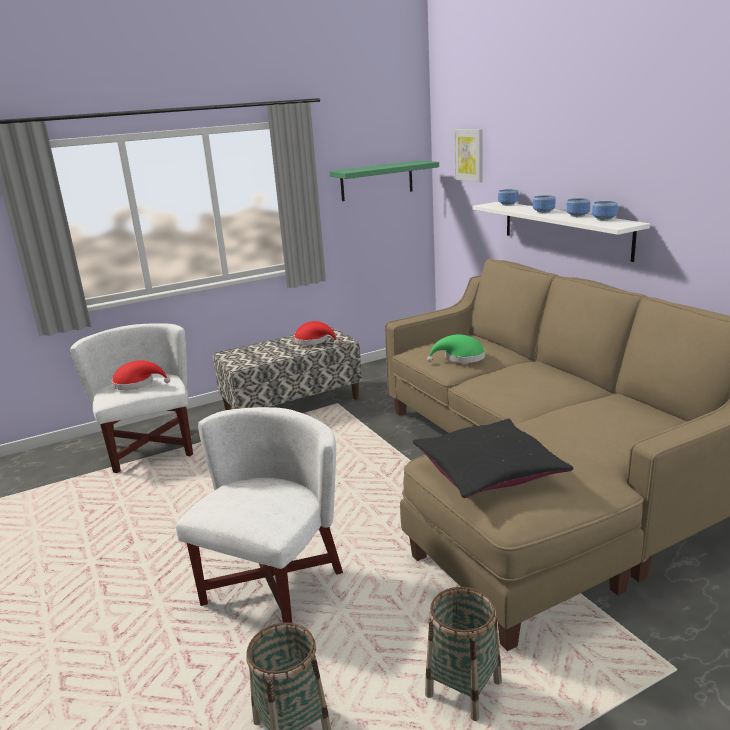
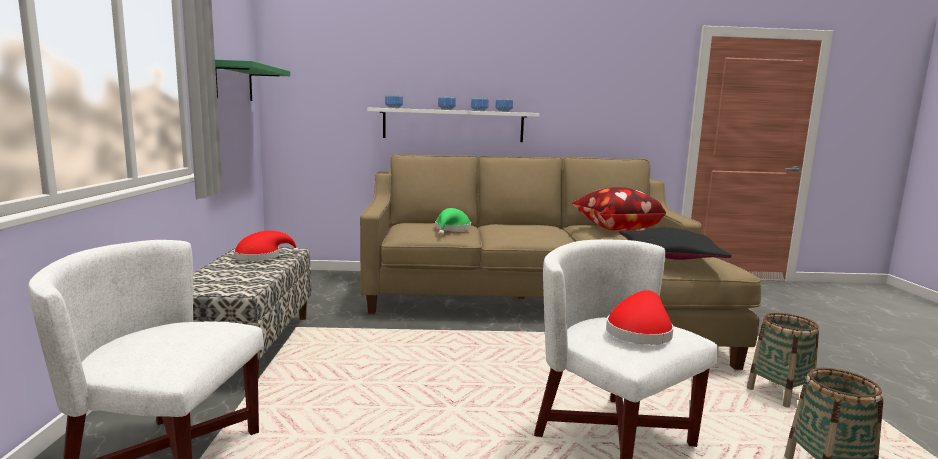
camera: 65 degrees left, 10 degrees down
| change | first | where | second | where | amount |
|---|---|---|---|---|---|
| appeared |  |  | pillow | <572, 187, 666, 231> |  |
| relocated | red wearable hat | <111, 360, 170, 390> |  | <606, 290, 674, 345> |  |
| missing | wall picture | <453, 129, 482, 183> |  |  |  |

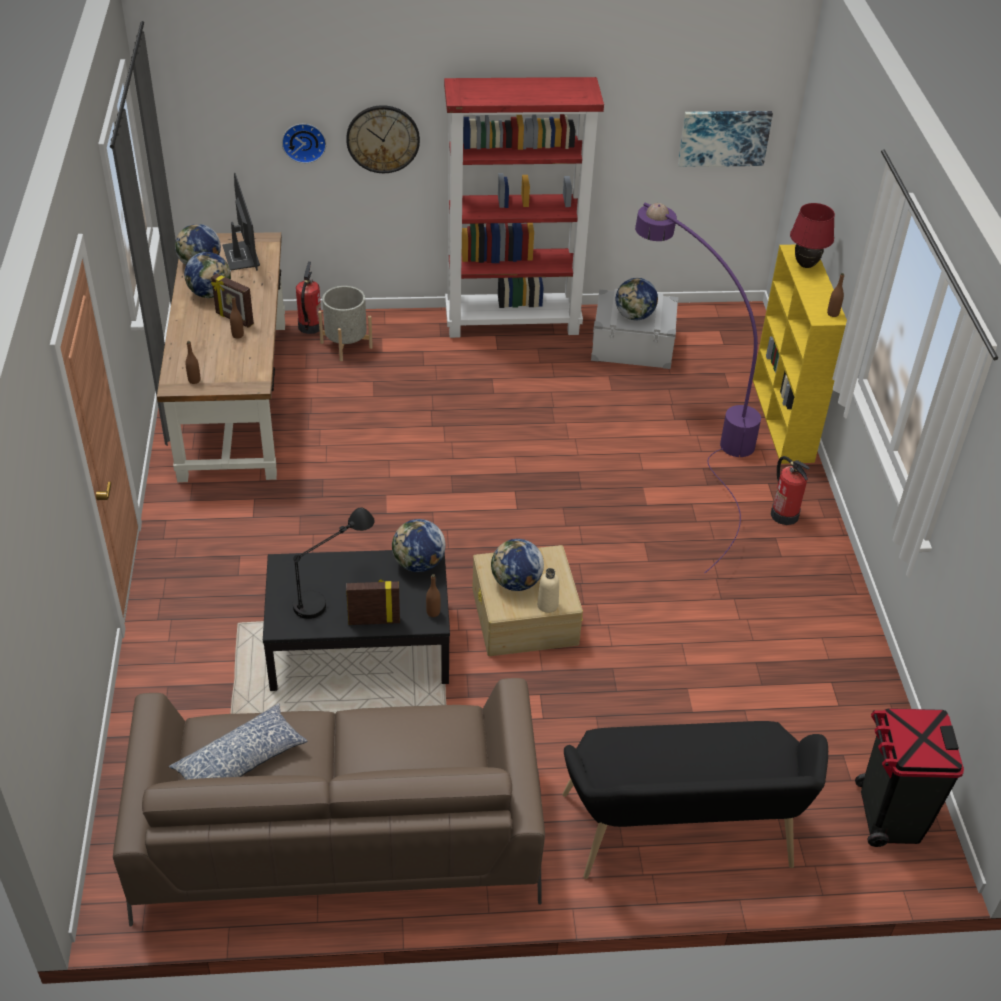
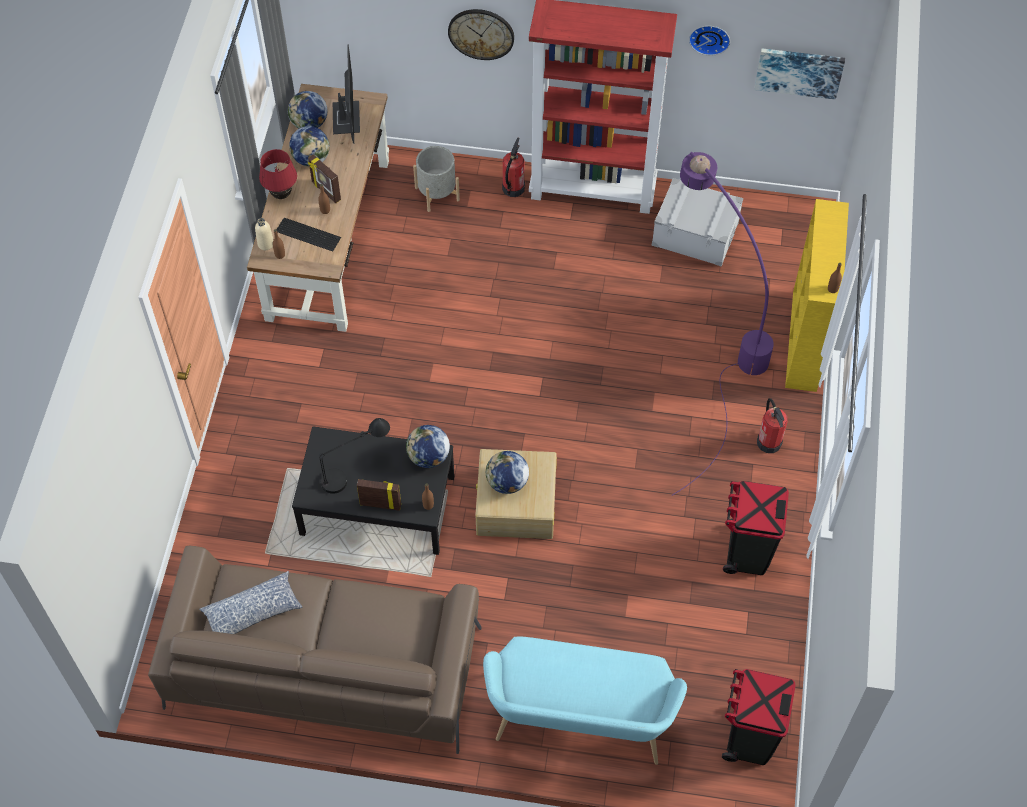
camera: 15 degrees right, 15 degrees up
| change | first | where | second | where | amount |
|---|---|---|---|---|---|
| relocated | beige beverage bottle | <537, 568, 559, 613> |  | <255, 218, 273, 250> |  |
| relocated | red table lamp | <790, 203, 835, 268> |  | <259, 149, 297, 199> |  |
| appeared |  |  | computer keyboard | <276, 218, 341, 252> |  |
| colour | black long seat | <562, 721, 828, 879> | blue-green long seat | <483, 636, 687, 765> |  |
| relocated | extinguisher | <296, 261, 323, 334> |  | <502, 138, 525, 197> |  |
| relocated | hanging clock | <282, 124, 326, 163> |  | <689, 26, 730, 56> |  |
| appeared |  |  | black rubbish bin | <723, 481, 789, 575> |  |
| missing | world globe | <615, 278, 658, 320> |  |  |  |

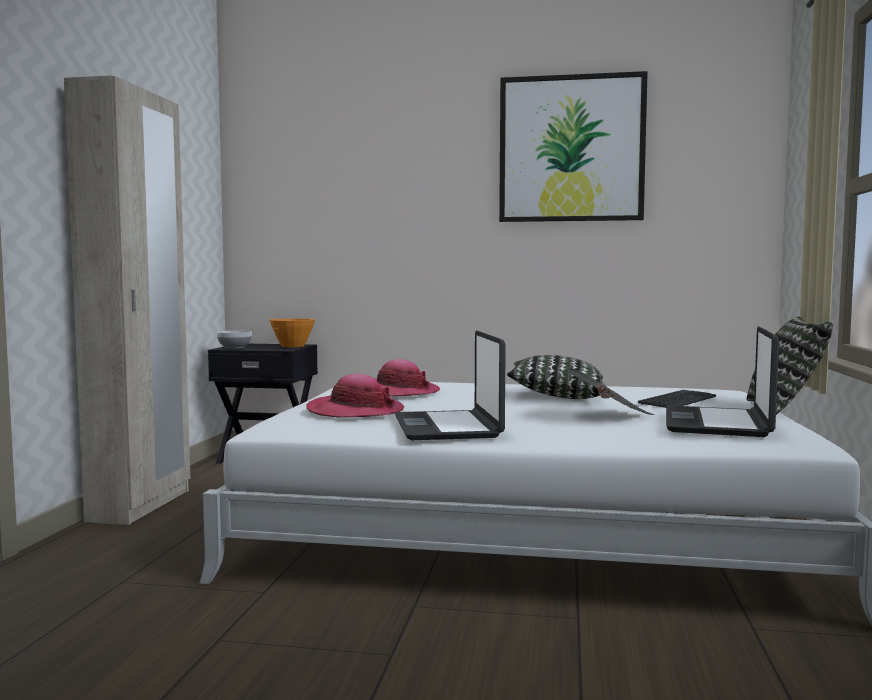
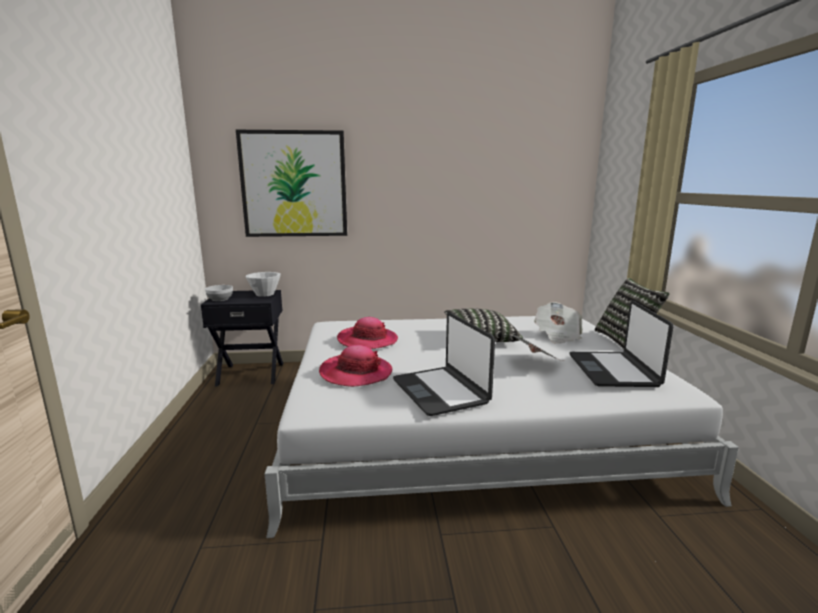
camera: 15 degrees left, 10 degrees up
| change | first | where | second | where | amount |
|---|---|---|---|---|---|
| relocated | wall picture | <499, 71, 648, 222> |  | <236, 130, 347, 237> |  |
| colour | orangey deep dish | <270, 318, 315, 347> | whitish deep dish | <245, 272, 281, 297> |  |
| exchanged | computer keyboard | <638, 390, 716, 408> | printed paper | <534, 302, 583, 344> |  |
| missing | beige armoire | <64, 76, 190, 525> |  |  |  |

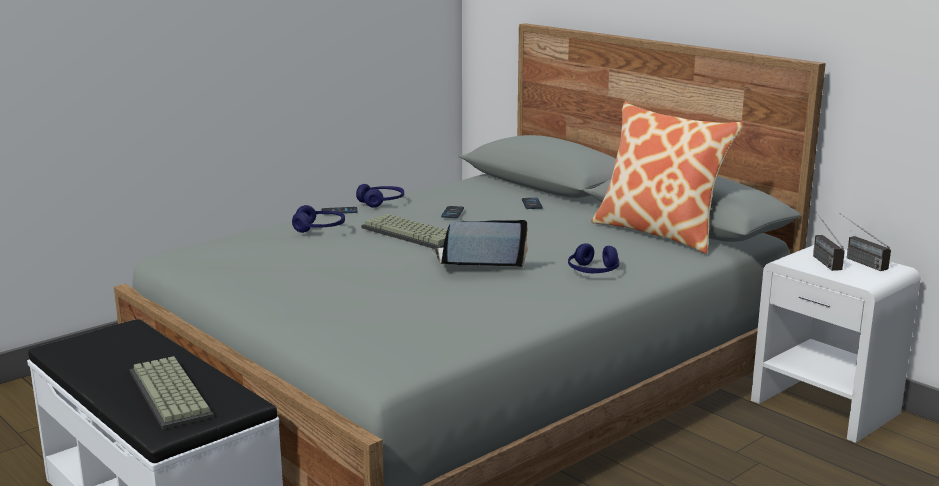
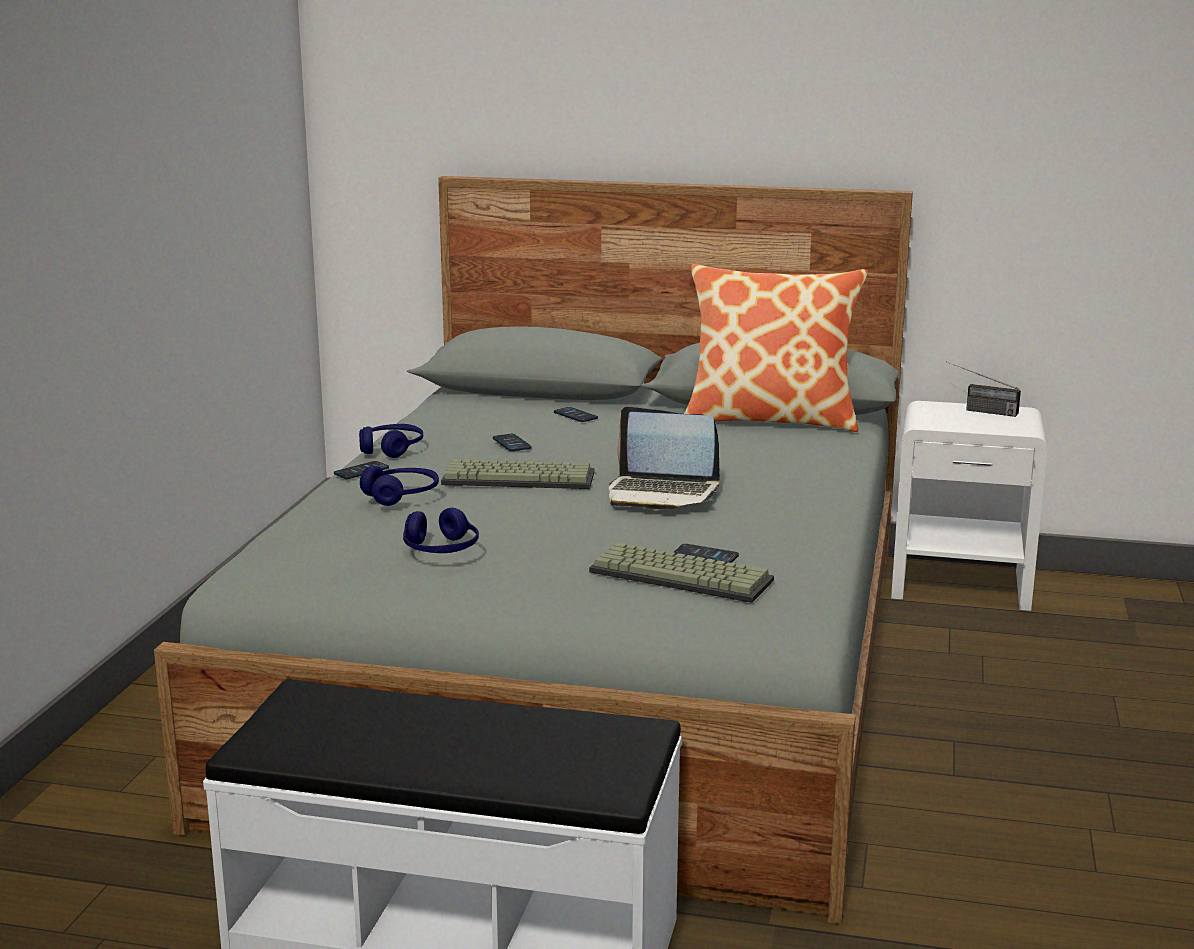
camera: 35 degrees left, 0 degrees up
| change | first | where | second | where | amount |
|---|---|---|---|---|---|
| relocated | blue-coloured headphones | <568, 243, 619, 273> |  | <403, 508, 479, 553> |  |
| relocated | computer keyboard | <130, 356, 214, 430> |  | <589, 543, 774, 603> |  |
| spun | notebook computer | <432, 220, 528, 267> |  | <609, 407, 720, 510> | 120 degrees counterclockwise |
| appeared |  |  | handset | <674, 544, 739, 563> |  |
| missing | radio set | <813, 212, 845, 271> |  |  |  |

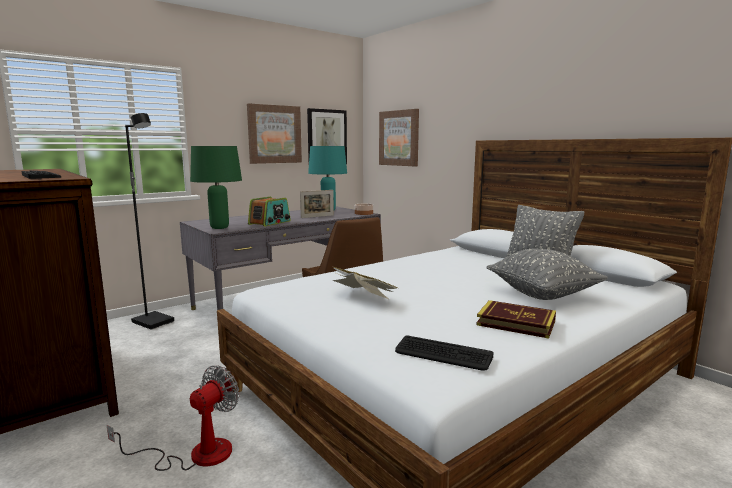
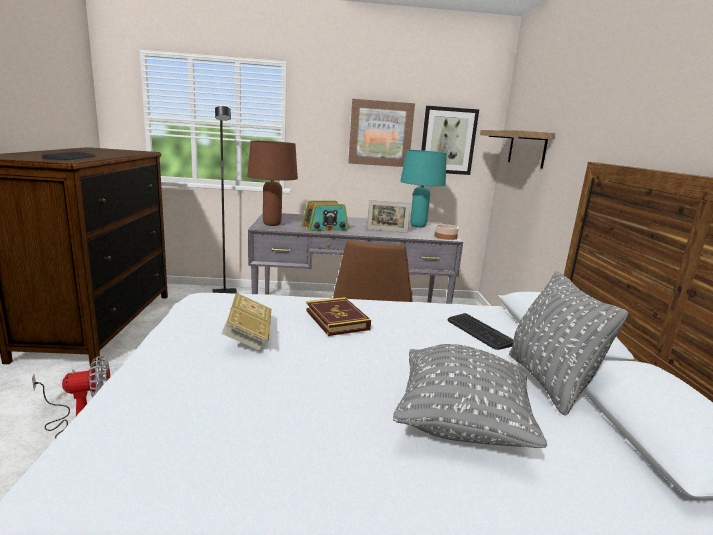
camera: 35 degrees right, 5 degrees up
| change | first | where | second | where | amount |
|---|---|---|---|---|---|
| colour | greenish table lamp | <190, 146, 242, 229> | brown-coloured table lamp | <247, 141, 298, 226> |  |
| relocated | volume | <476, 300, 556, 339> |  | <306, 297, 371, 336> |  |
| relocated | computer keyboard | <395, 335, 493, 371> |  | <448, 313, 514, 350> |  |
| exchanged | wall picture | <379, 109, 419, 166> | bracket shelf | <480, 130, 555, 169> |  |

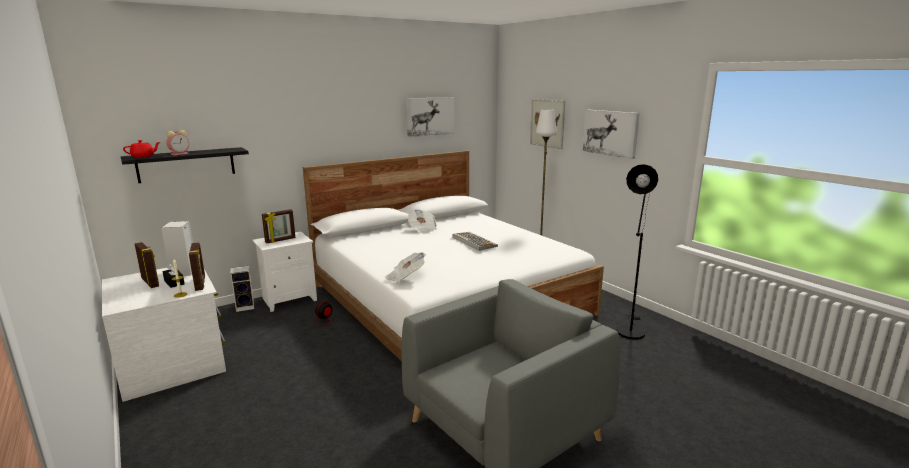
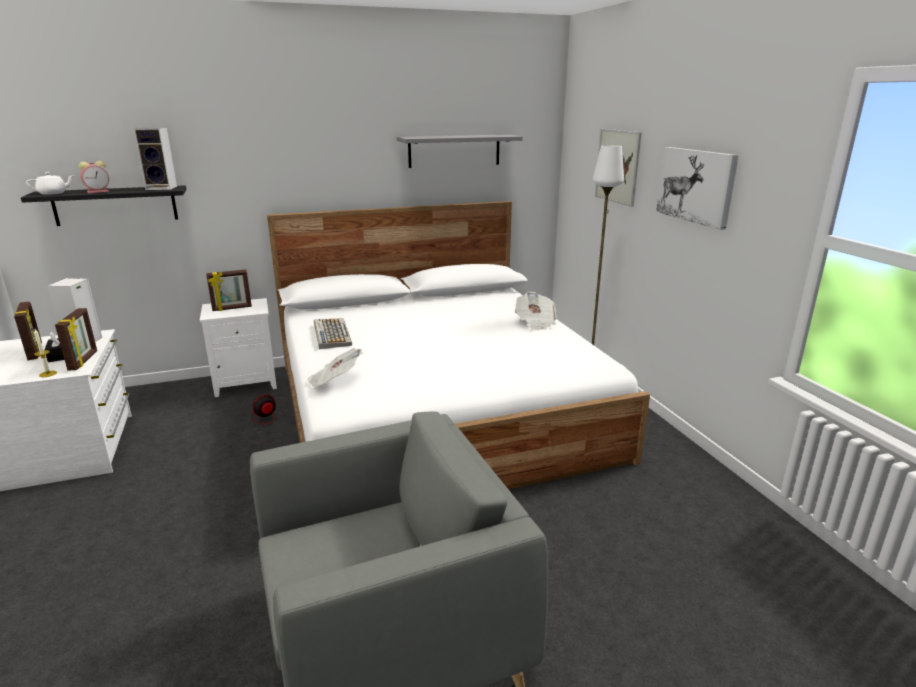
camera: 15 degrees right, 5 degrees up
| change | first | where | second | where | amount |
|---|---|---|---|---|---|
| colour | red pot for tea | <123, 140, 160, 158> | whitish pot for tea | <26, 172, 73, 195> |  |
| relocated | loudspeaker | <231, 266, 254, 312> |  | <134, 127, 177, 190> |  |
| relocated | computer keyboard | <452, 232, 498, 251> |  | <314, 318, 352, 349> |  |
| exchanged | wall picture | <406, 97, 454, 137> | gray bracket shelf | <397, 134, 523, 168> |  |
| relocated | printed paper | <408, 209, 437, 234> |  | <515, 292, 556, 331> |  |
| missing | black standing lamp | <617, 164, 658, 340> |  |  |  |

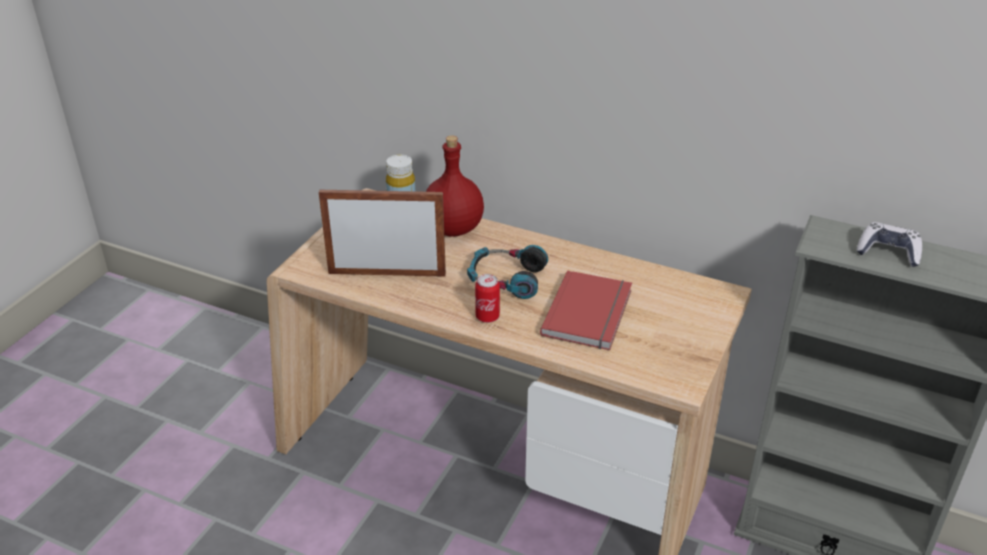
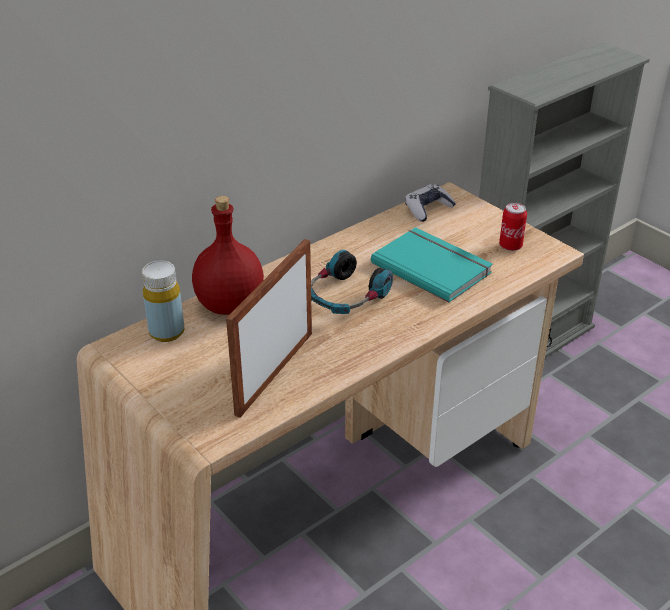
camera: 65 degrees left, 0 degrees up
| change | first | where | second | where | amount |
|---|---|---|---|---|---|
| colour | red volume | <540, 270, 632, 350> | blue-green volume | <371, 227, 493, 303> |  |
| relocated | game controller | <857, 222, 922, 267> |  | <405, 184, 456, 222> |  |
| relocated | sealed can | <475, 274, 500, 323> |  | <499, 203, 527, 251> |  |

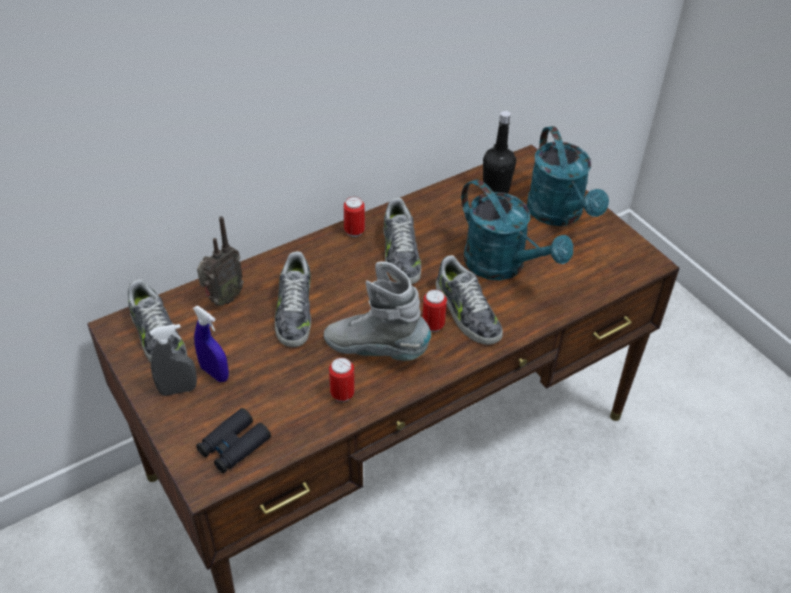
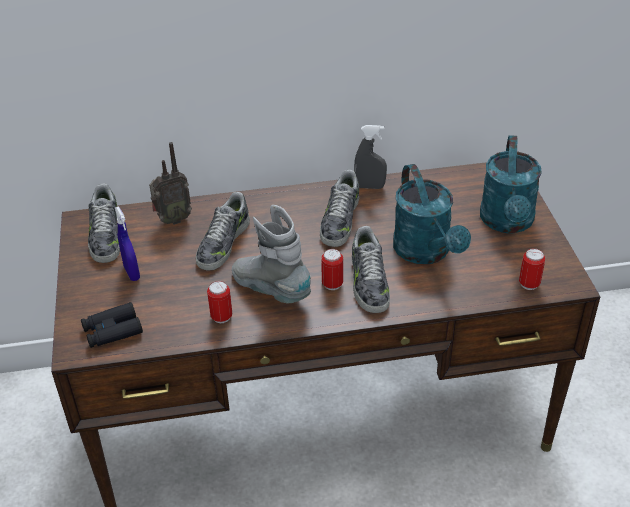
camera: 25 degrees right, 5 degrees down
| change | first | where | second | where | amount |
|---|---|---|---|---|---|
| relocated | gray hand sprayer | <150, 324, 197, 396> |  | <354, 125, 387, 189> |  |
| relocated | sealed can | <344, 197, 365, 237> |  | <519, 248, 545, 290> |  |
| missing | black beverage bottle | <483, 111, 516, 194> |  |  |  |

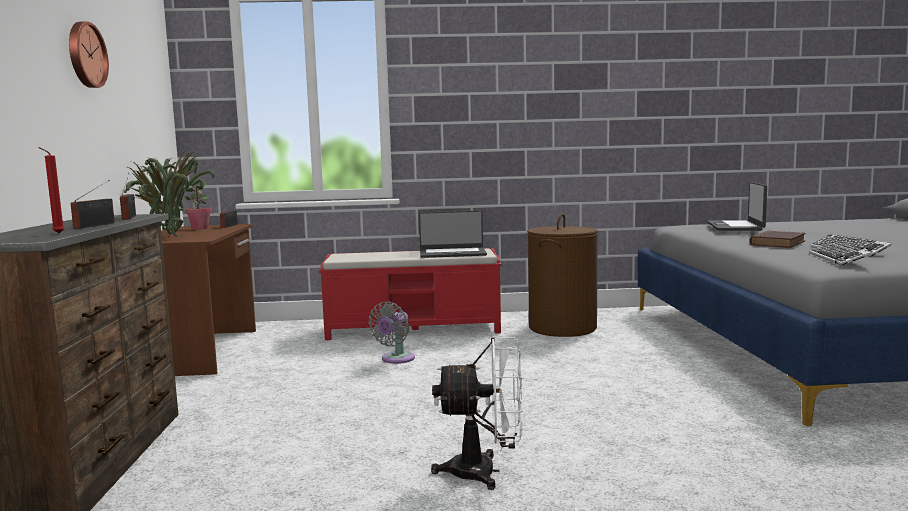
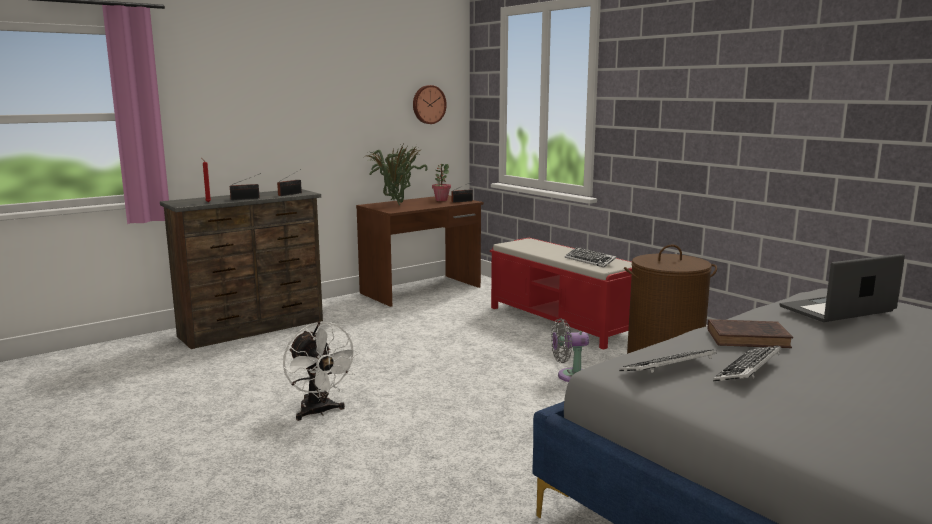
camera: 55 degrees right, 5 degrees up
| change | first | where | second | where | amount |
|---|---|---|---|---|---|
| relocated | hanging clock | <69, 22, 109, 88> |  | <413, 85, 447, 124> |  |
| relocated | gray fan | <369, 302, 415, 364> |  | <551, 318, 589, 382> |  |
| exchanged | notebook computer | <419, 211, 487, 258> | computer keyboard | <565, 247, 617, 267> |  |

